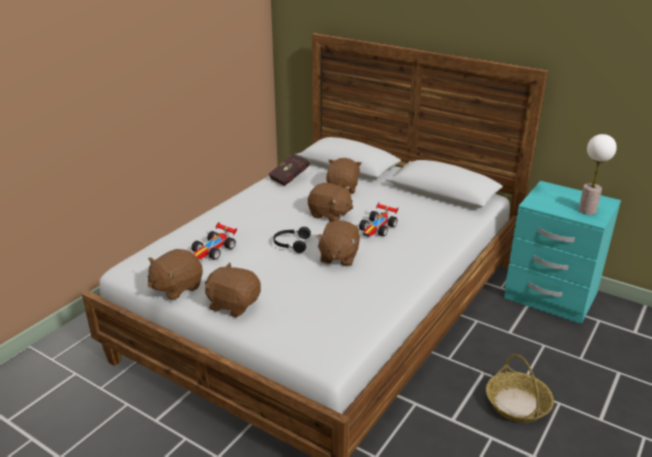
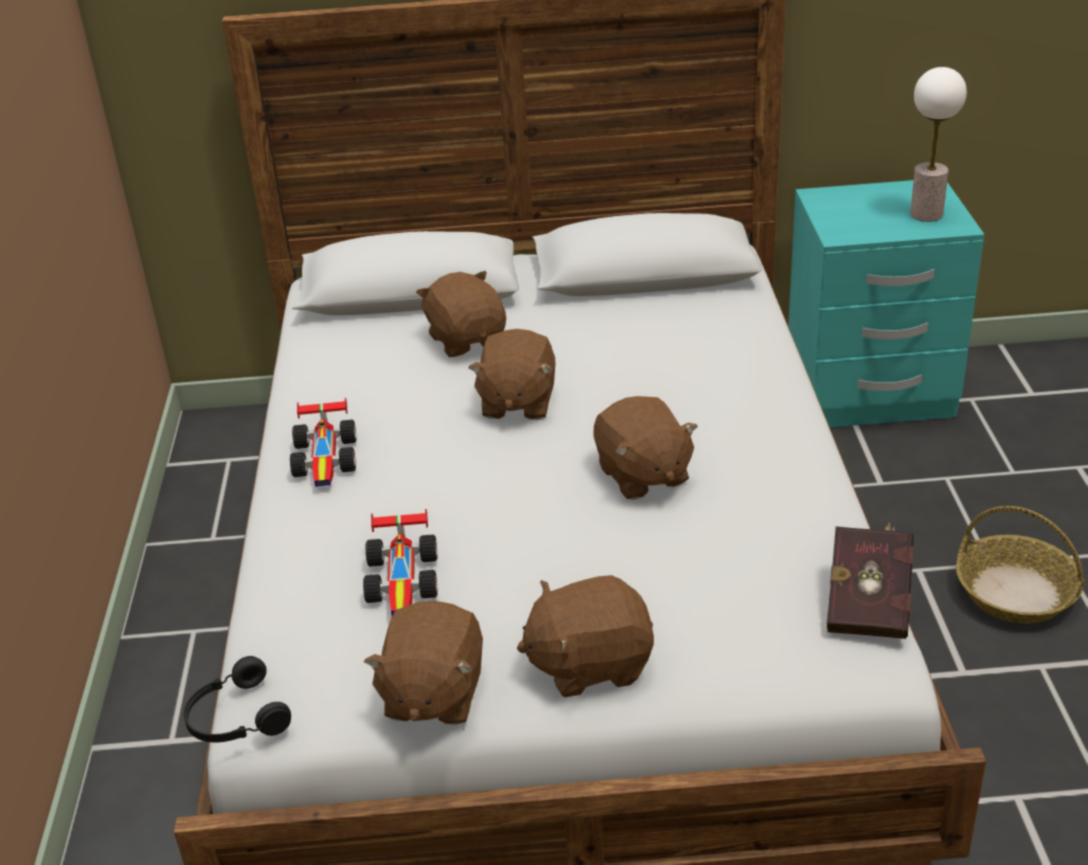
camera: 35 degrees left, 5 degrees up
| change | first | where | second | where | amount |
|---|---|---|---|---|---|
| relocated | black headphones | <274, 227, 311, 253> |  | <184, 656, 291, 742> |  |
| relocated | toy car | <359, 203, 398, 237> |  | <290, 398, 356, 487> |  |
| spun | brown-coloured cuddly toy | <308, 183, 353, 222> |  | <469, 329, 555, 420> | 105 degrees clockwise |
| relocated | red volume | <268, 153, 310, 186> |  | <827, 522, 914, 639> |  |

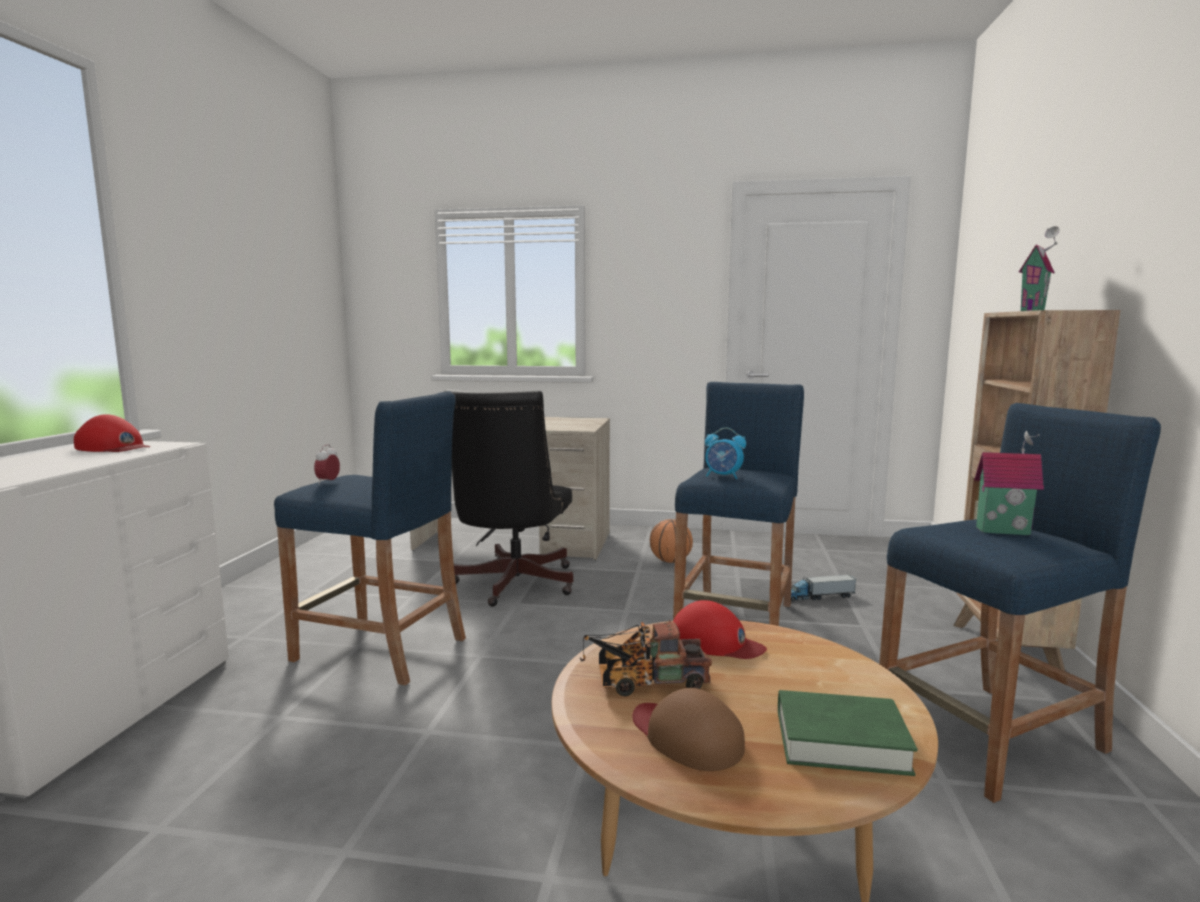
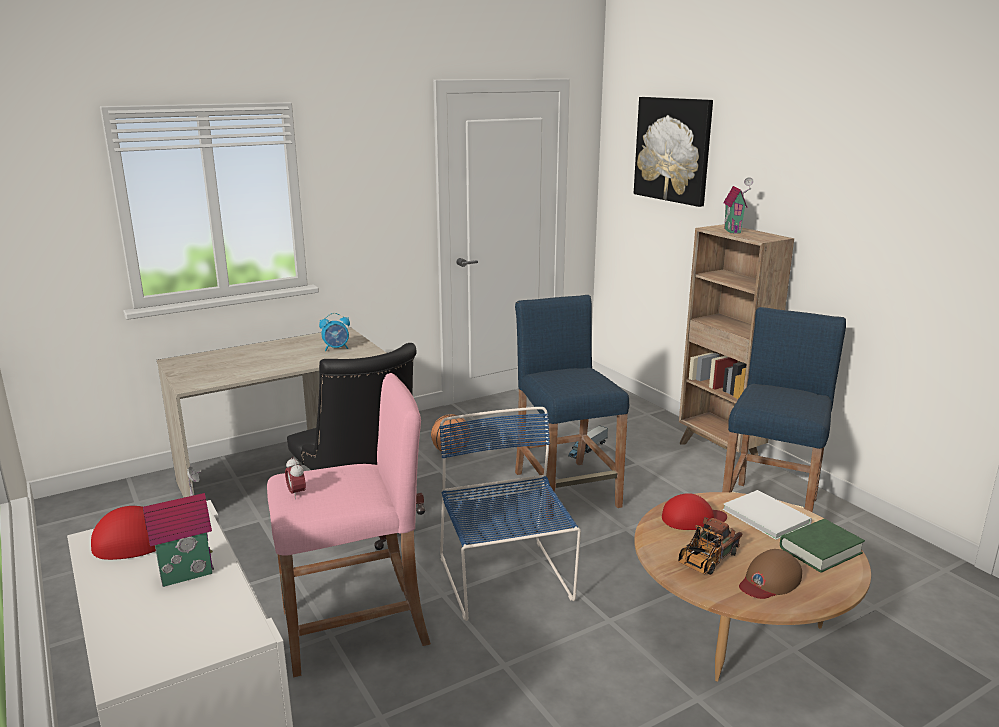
camera: 40 degrees left, 10 degrees up
| change | first | where | second | where | amount |
|---|---|---|---|---|---|
| relocated | miniature house | <974, 431, 1044, 535> |  | <143, 467, 214, 587> |  |
| colour | blue-coloured sitting stool | <274, 391, 466, 686> | pink-coloured sitting stool | <267, 373, 431, 677> |  |
| relocated | alarm clock | <705, 428, 746, 479> |  | <319, 313, 350, 351> |  |
| appeared |  |  | blue-coloured plain chair | <440, 407, 581, 621> |  |
| appeared |  |  | wall picture | <634, 97, 713, 207> |  |
| appeared |  |  | whitish volume | <723, 490, 812, 540> |  |
| spun | brown-coloured peaked cap | <632, 688, 745, 771> |  | <739, 549, 802, 599> | 45 degrees counterclockwise |

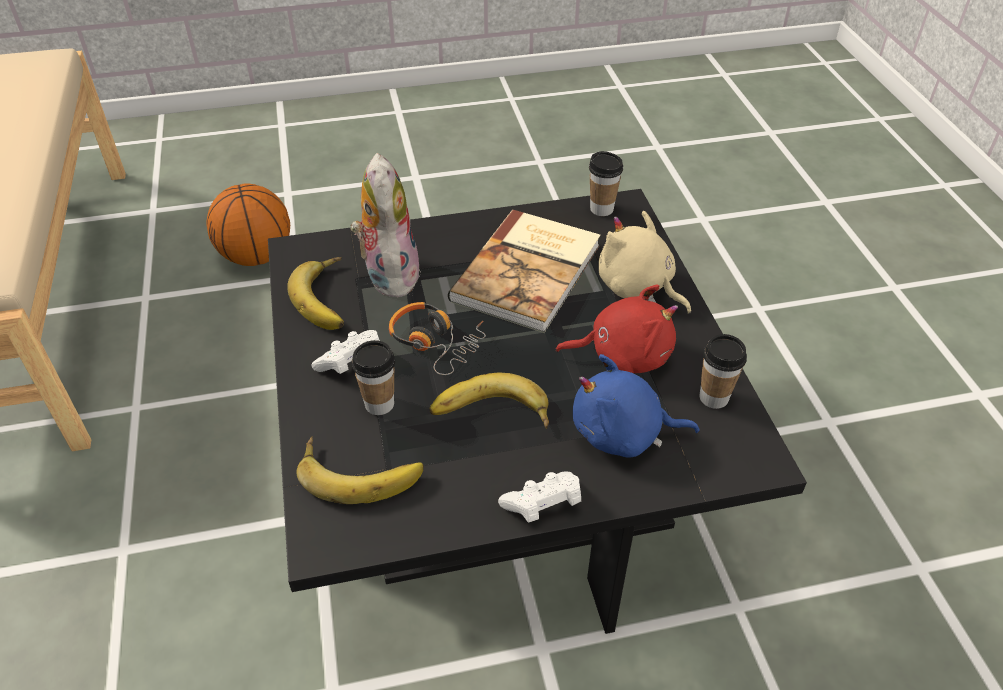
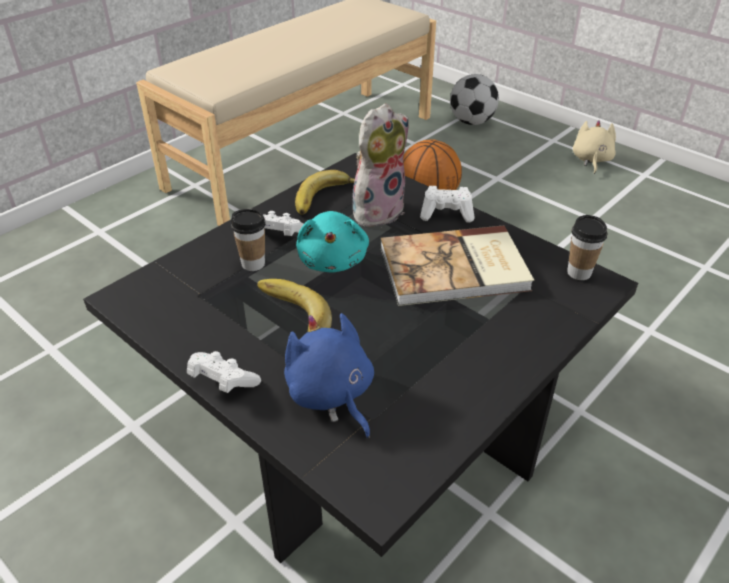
camera: 55 degrees right, 5 degrees down
| change | first | where | second | where | amount |
|---|---|---|---|---|---|
| exchanged | headphones | <389, 302, 486, 375> | blue-green cuddly toy | <296, 211, 369, 272> |  |
| appeared |  |  | whitish game controller | <420, 186, 475, 223> |  |
| appeared |  |  | football | <450, 74, 499, 125> |  |
| relocated | beige cuddly toy | <598, 211, 691, 314> |  | <573, 120, 616, 174> |  |
| missing | whole banana | <297, 436, 424, 504> |  |  |  |
| missing | red cuddly toy | <555, 285, 678, 373> |  |  |  |
| missing | cup | <700, 334, 747, 409> |  |  |  |

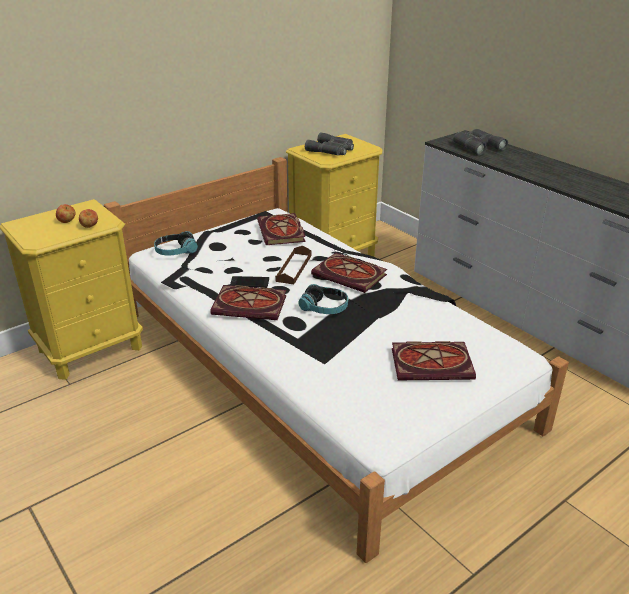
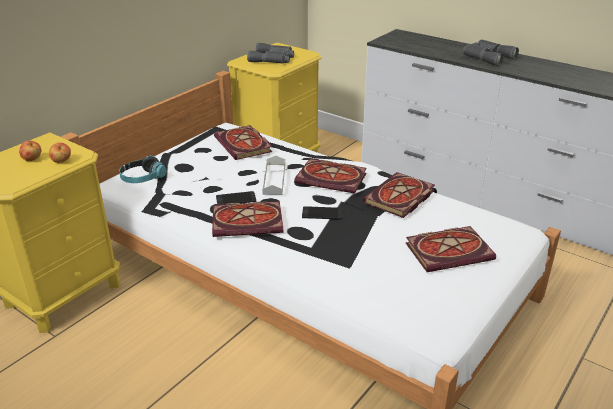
camera: 15 degrees left, 0 degrees up
| change | first | where | second | where | amount |
|---|---|---|---|---|---|
| colour | brown-coloured carrying tray | <275, 246, 312, 284> | gray carrying tray | <262, 156, 285, 195> |  |
| exchanged | headphones | <298, 284, 348, 314> | handset | <302, 206, 343, 220> |  |
| appeared |  |  | volume | <362, 172, 435, 218> |  |
| relocated | gray pair of binoculars | <453, 129, 508, 155> |  | <463, 40, 519, 66> |  |

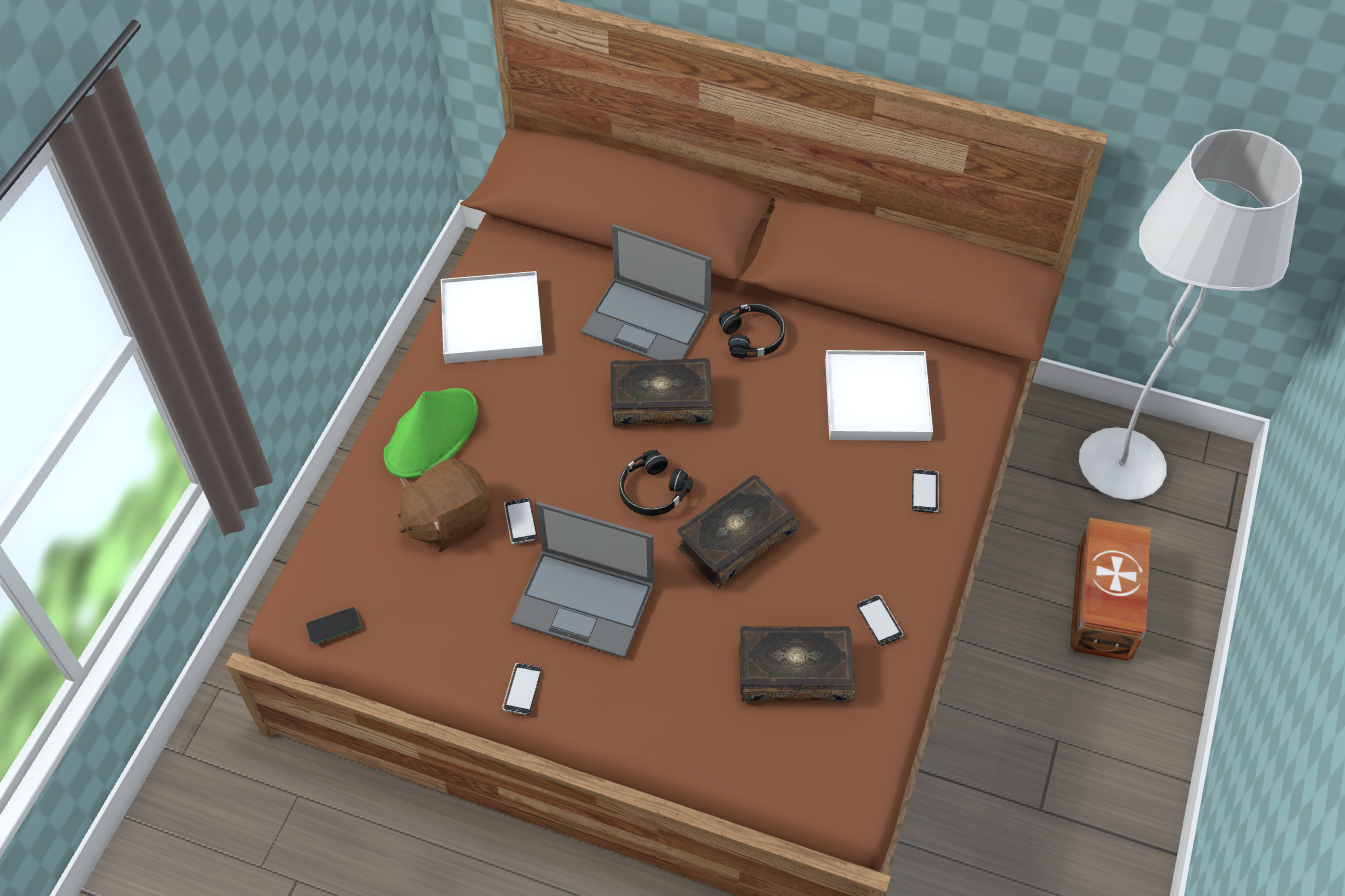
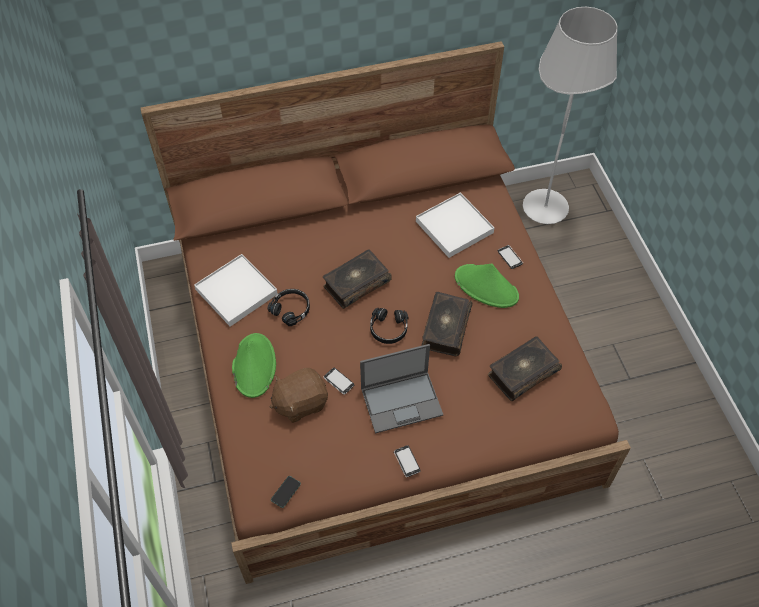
camera: 35 degrees left, 0 degrees up
| change | first | where | second | where | amount |
|---|---|---|---|---|---|
| relocated | black headphones | <719, 303, 785, 358> |  | <267, 289, 310, 326> |  |
| spun | brown-coloured cuddly toy | <398, 459, 492, 552> |  | <270, 368, 328, 423> | 45 degrees clockwise |
| appeared |  |  | greenish wearable hat | <455, 263, 519, 308> |  |
| missing | notebook computer | <581, 224, 712, 360> |  |  |  |
| missing | handset | <857, 595, 903, 646> |  |  |  |
| missing | brown-coloured storage bin | <1070, 518, 1151, 661> |  |  |  |

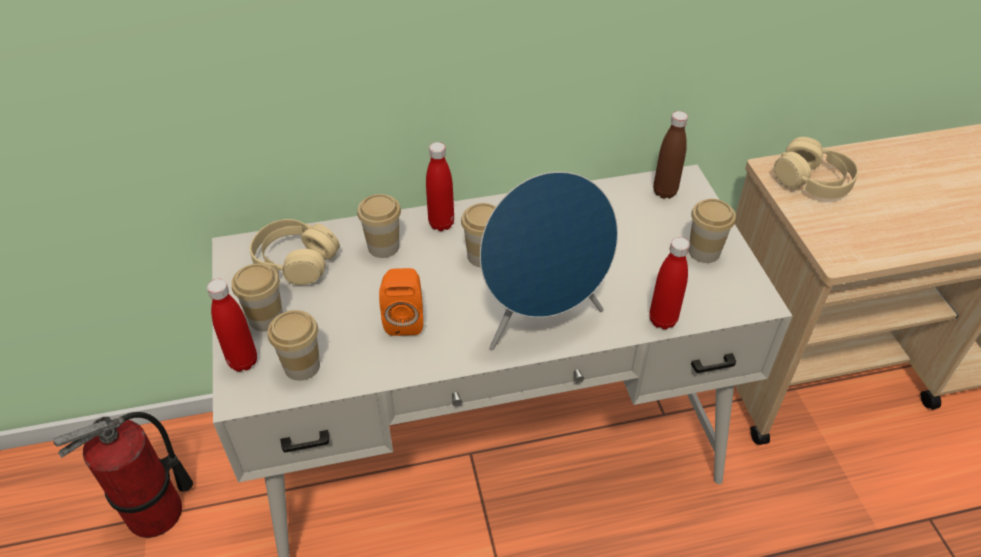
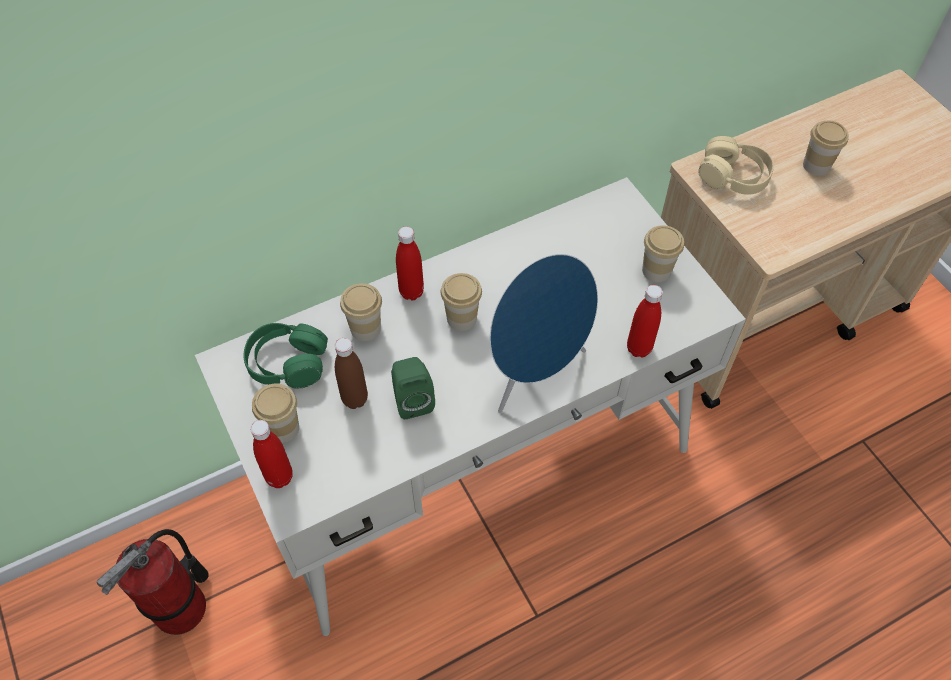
camera: 15 degrees left, 10 degrees up
| change | first | where | second | where | amount |
|---|---|---|---|---|---|
| colour | beige headphones | <250, 219, 340, 285> | greenish headphones | <244, 323, 328, 389> |  |
| relocated | brown-coloured beverage bottle | <653, 111, 688, 199> |  | <335, 338, 368, 409> |  |
| colour | orangey loudspeaker | <379, 268, 423, 336> | greenish loudspeaker | <391, 357, 435, 419> |  |
| relocated | cup | <268, 310, 320, 381> |  | <803, 120, 849, 176> |  |

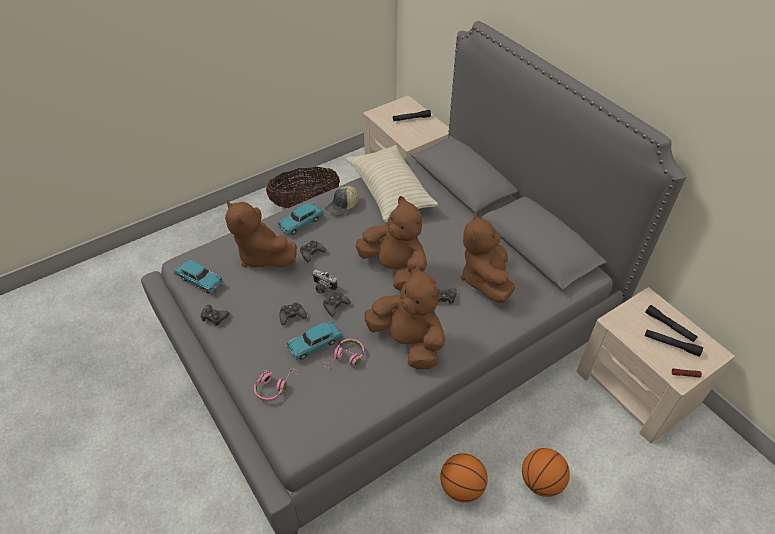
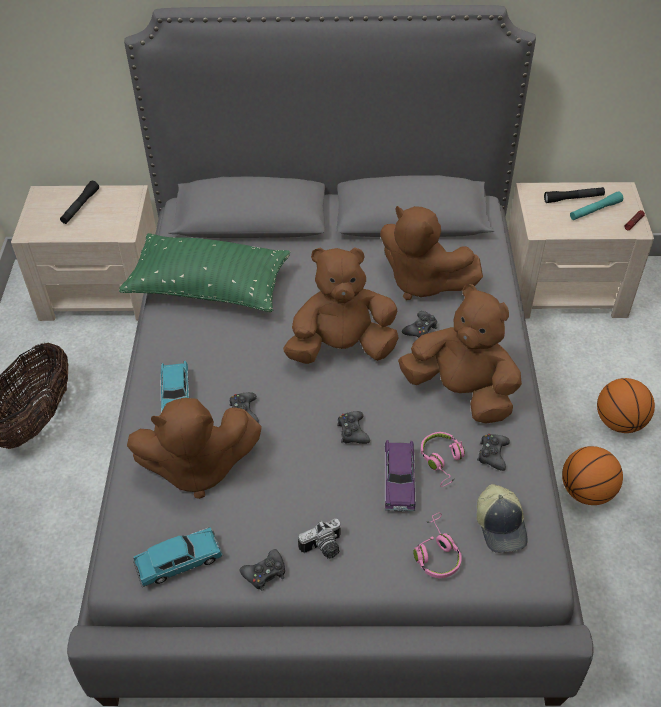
camera: 55 degrees left, 0 degrees up
| change | first | where | second | where | amount |
|---|---|---|---|---|---|
| colour | beige pillow | <346, 145, 438, 223> | greenish pillow | <119, 233, 290, 312> |  |
| relocated | photo camera | <313, 270, 337, 294> |  | <298, 519, 341, 559> |  |
| colour | blue-green toy car | <286, 321, 343, 361> | purplish toy car | <384, 440, 416, 511> |  |
| spun | brown-coloured cuddly toy | <365, 266, 445, 369> |  | <398, 284, 522, 424> | 45 degrees clockwise |
| relocated | black game controller | <280, 303, 307, 325> |  | <477, 434, 510, 471> |  |
| relocated | peaked cap | <325, 186, 359, 216> |  | <477, 484, 528, 553> |  |
| colour | black hand torch | <645, 329, 703, 357> | blue-green hand torch | <570, 191, 623, 220> |  |

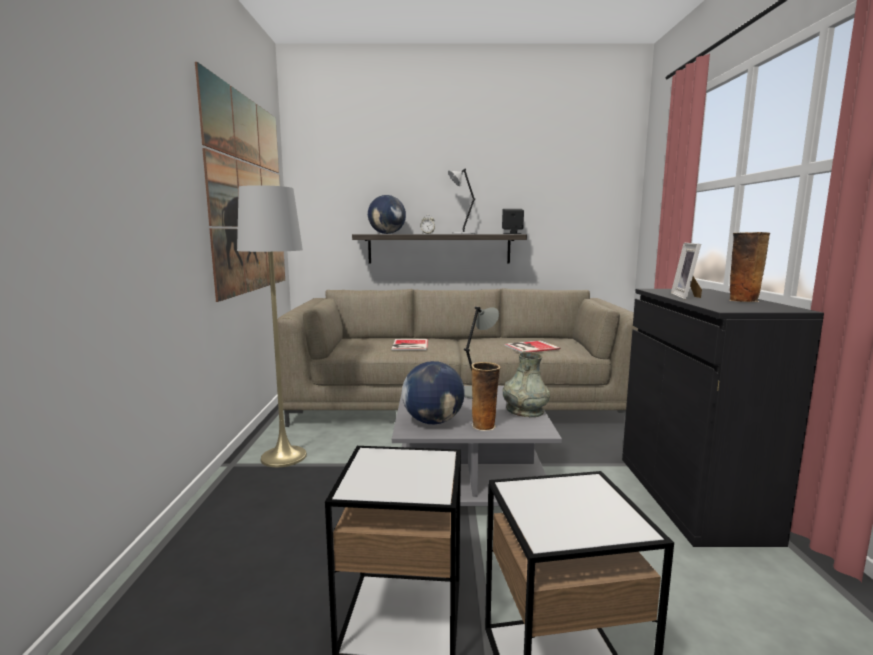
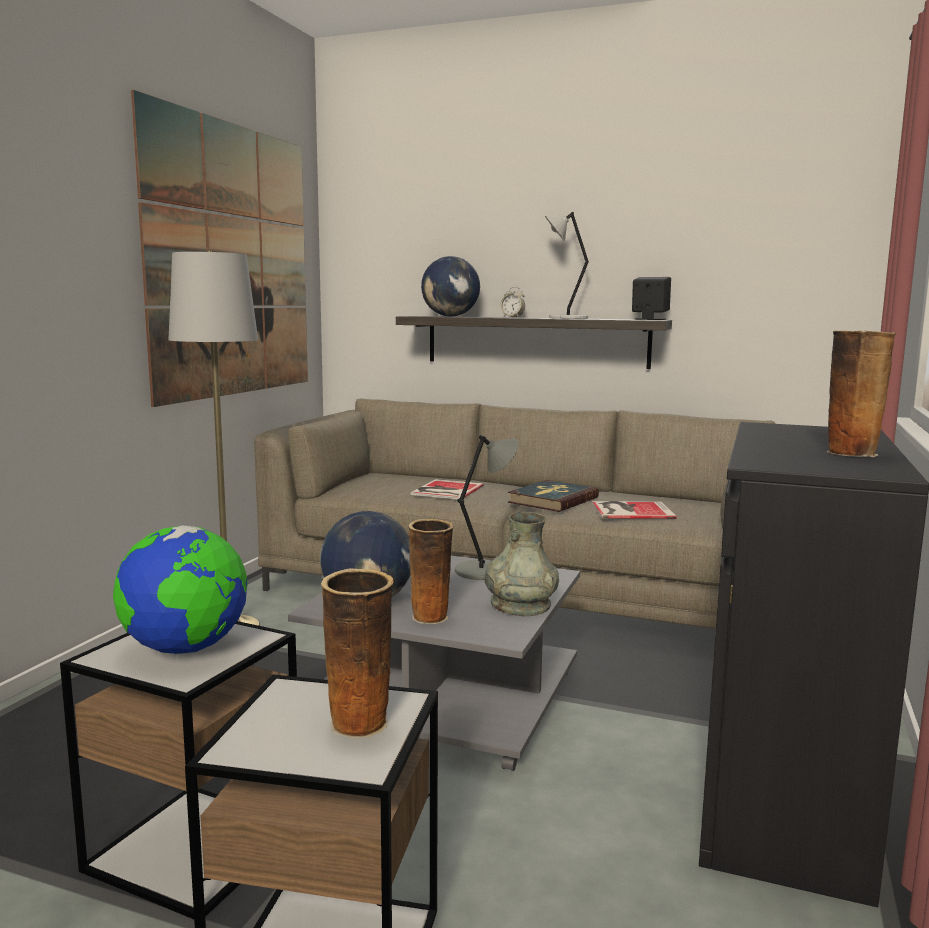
camera: 20 degrees right, 0 degrees up
| change | first | where | second | where | amount |
|---|---|---|---|---|---|
| appeared |  |  | world globe | <113, 525, 248, 654> |  |
| appeared |  |  | flower vase | <321, 568, 394, 739> |  |
| appeared |  |  | volume | <508, 480, 599, 512> |  |
| missing | photo frame | <671, 243, 702, 300> |  |  |  |

